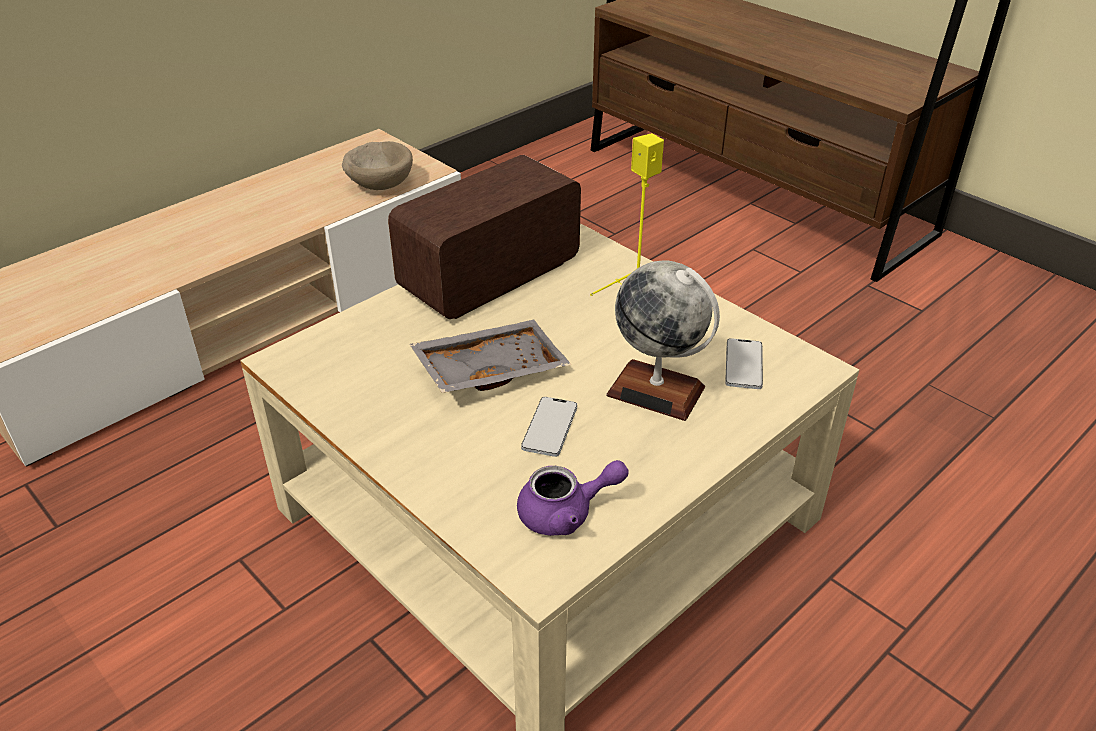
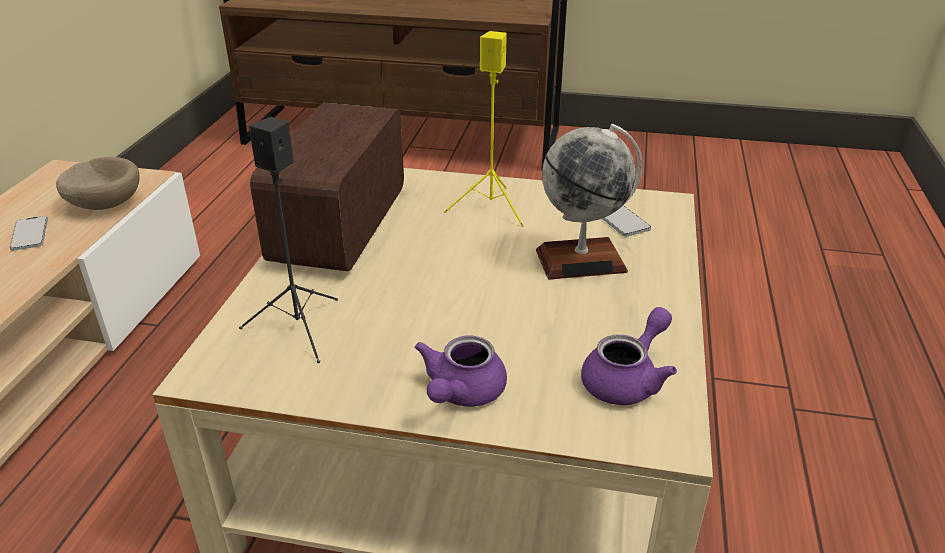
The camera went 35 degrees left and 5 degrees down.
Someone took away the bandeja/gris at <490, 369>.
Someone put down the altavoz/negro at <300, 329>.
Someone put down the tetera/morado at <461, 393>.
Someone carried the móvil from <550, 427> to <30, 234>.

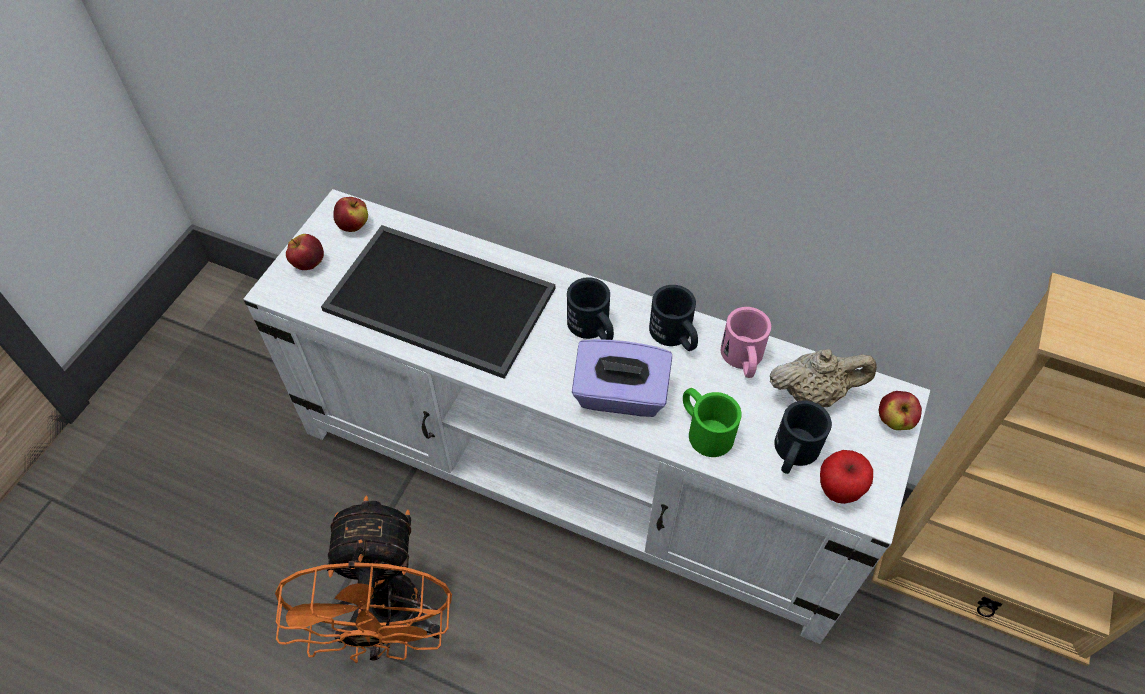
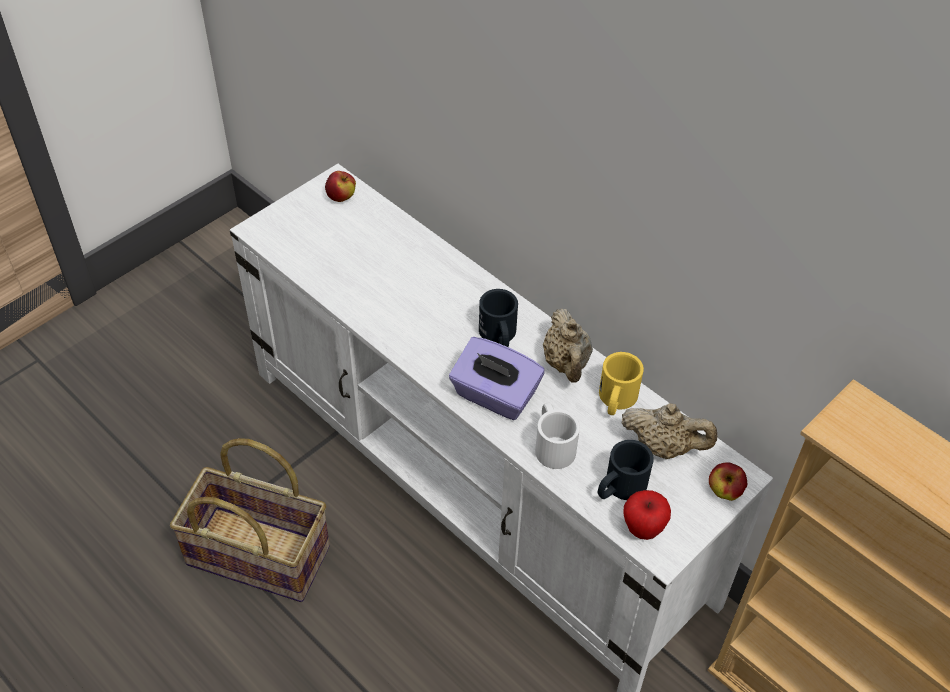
The camera went 20 degrees right and 5 degrees down.
Someone took away the manzana at <309, 263>.
Someone took away the bandeja at <436, 301>.
Someone swapped the ventilador/naranja at <389, 628> for the cesta at <260, 553>.
Someone swapped the taza grande/negro at <675, 336> for the tetera/beis at <566, 364>.
Someone repainted the taza grande/verde at <704, 429>, which became the taza grande/blanco at <552, 444>.
Someone repainted the taza grande/rosa at <743, 359>, which became the taza grande/amarillo at <616, 401>.

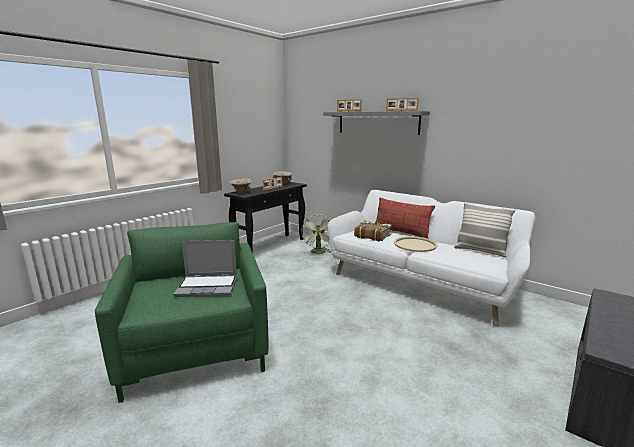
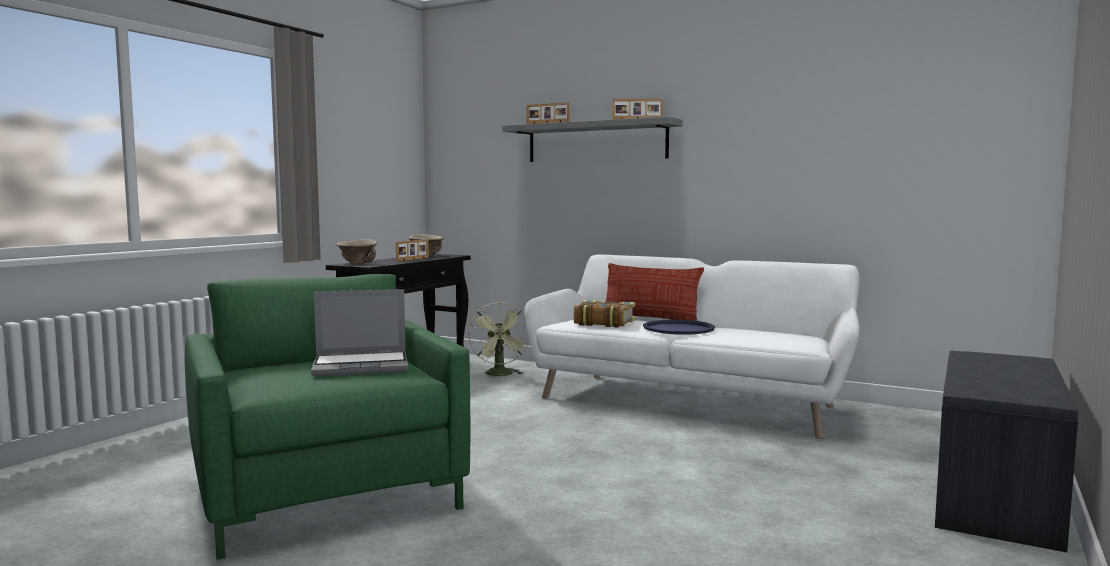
The camera went 10 degrees left and 10 degrees down.
Someone took away the cojín at <480, 251>.
Someone repainted the bandeja/beis at <415, 244>, which became the bandeja/azul at <678, 328>.

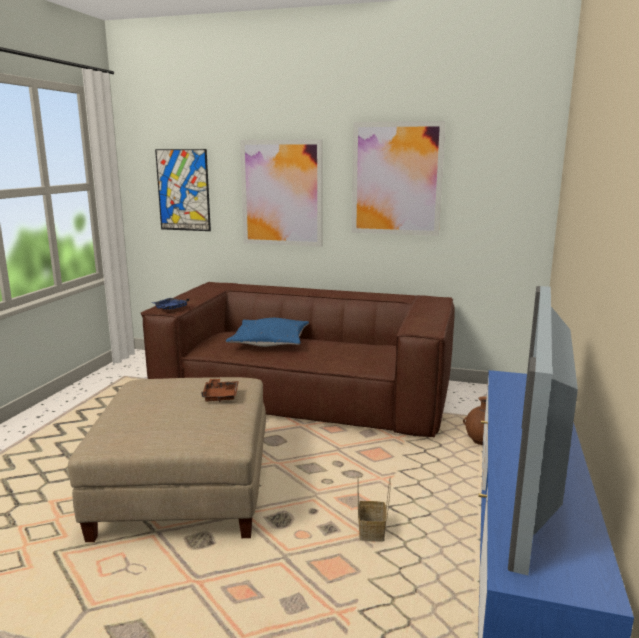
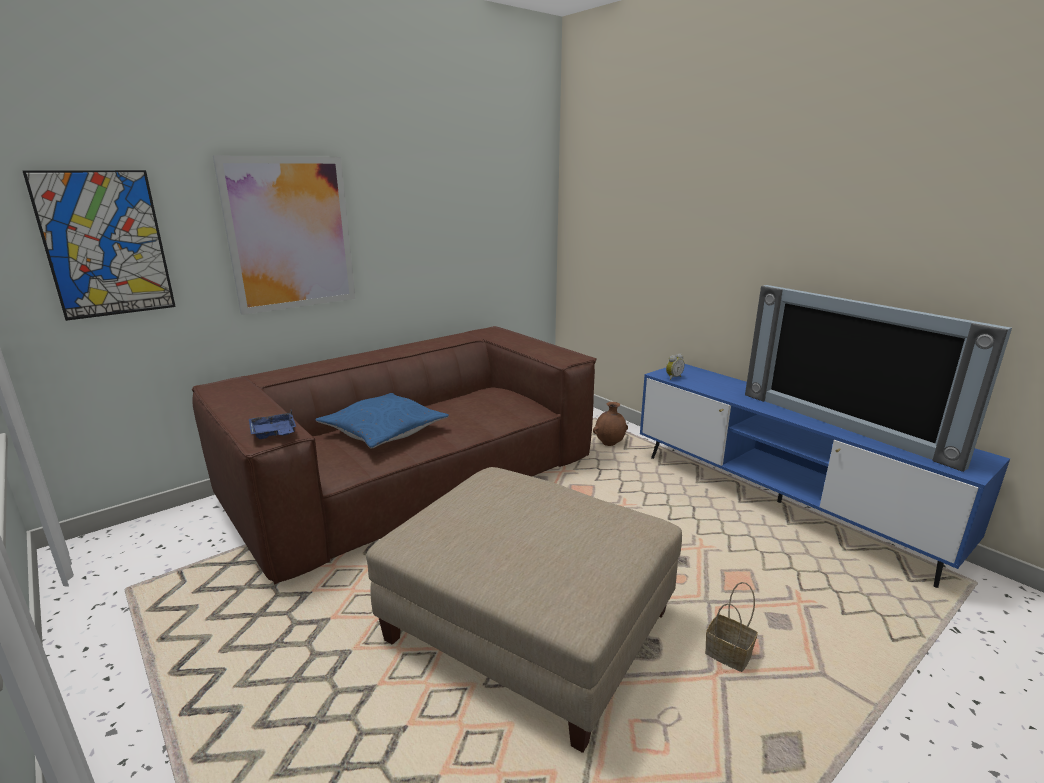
The camera went 55 degrees left and 5 degrees up.
Someone took away the bandeja/marrón at <220, 396>.
Someone took away the cuadro at <396, 179>.
Someone put down the despertador at <673, 377>.
Someone carried the cesta from <372, 533> to <729, 655>.

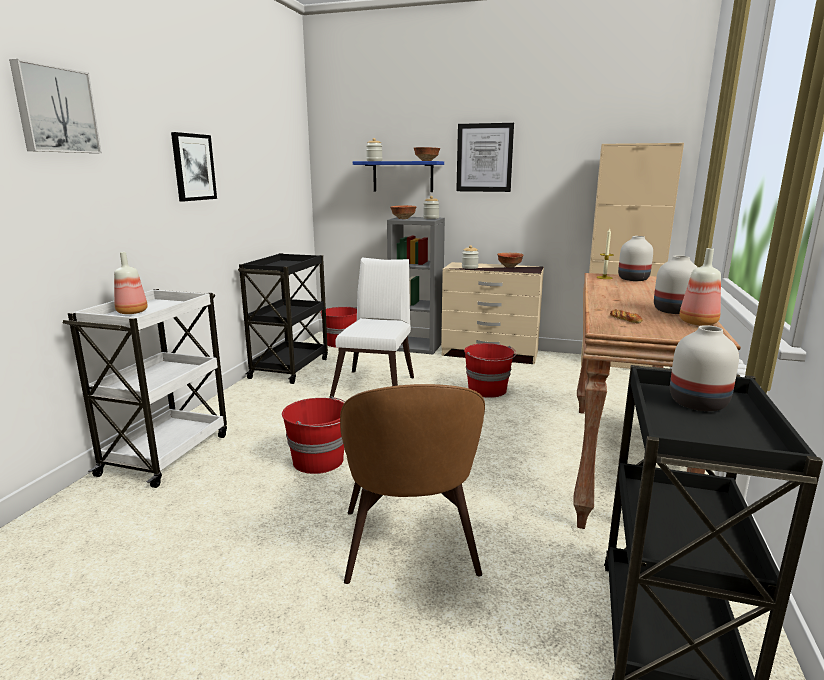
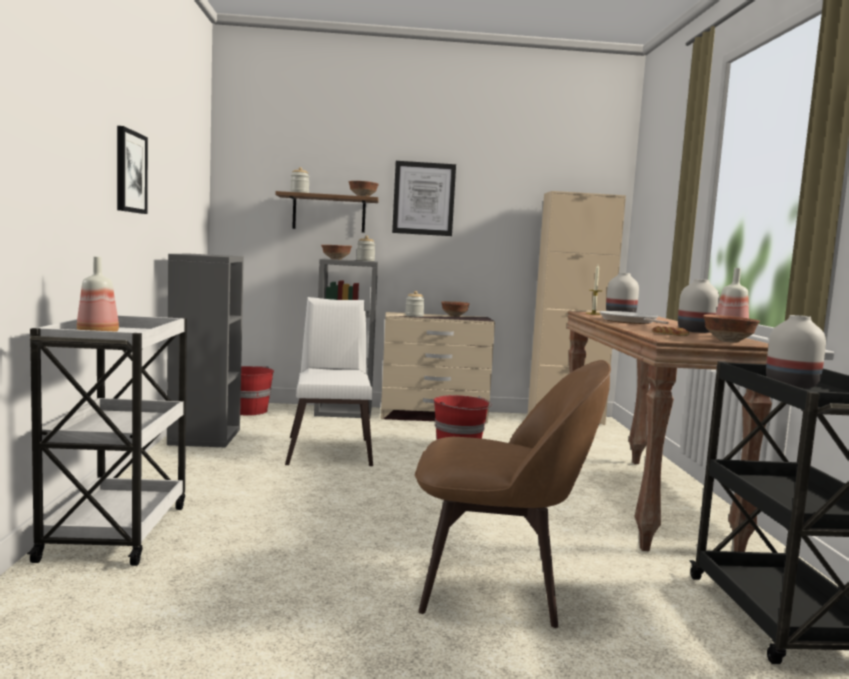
The camera went 20 degrees left and 10 degrees down.
Someone took away the cuadro at <55, 110>.
Someone took away the cubo/rojo at <319, 460>.
Someone put down the sartén at <630, 322>.
Someone put down the cuenco at <728, 341>.
Someone swapped the carrito/negro at <290, 367> for the estantería/gris at <204, 437>.
Someone repainted the estante/azul at <403, 176>, which became the estante/marrón at <329, 213>.
Someone rotated the silla/marrón at <409, 546> by 60 degrees counterclockwise.

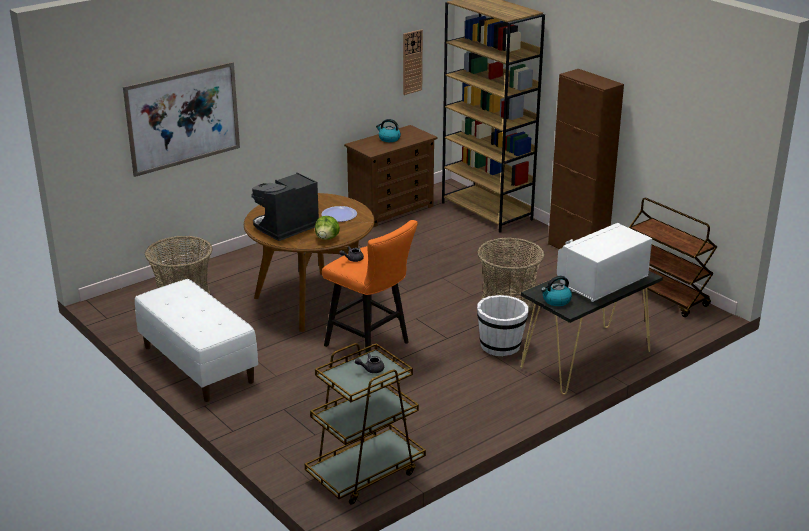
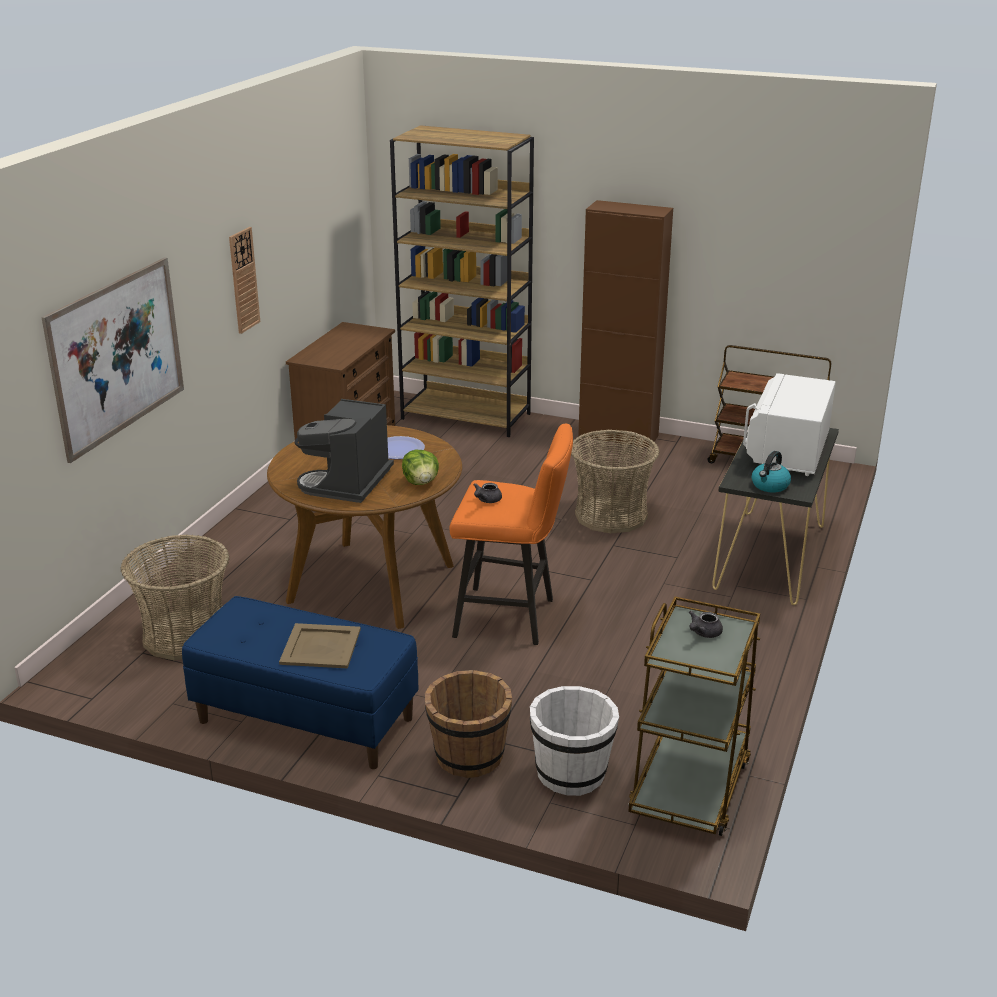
The camera went 30 degrees left and 0 degrees up.
Someone took away the hervidor at <389, 139>.
Someone put down the bandeja/beis at <320, 647>.
Someone put down the cubo/marrón at <469, 757>.
Someone carried the reloj de pared from <412, 62> to <243, 280>.
Someone carried the cubo/blanco from <501, 346> to <572, 773>.
Someone repainted the banco/blanco at <197, 364>, which became the banco/azul at <304, 720>.

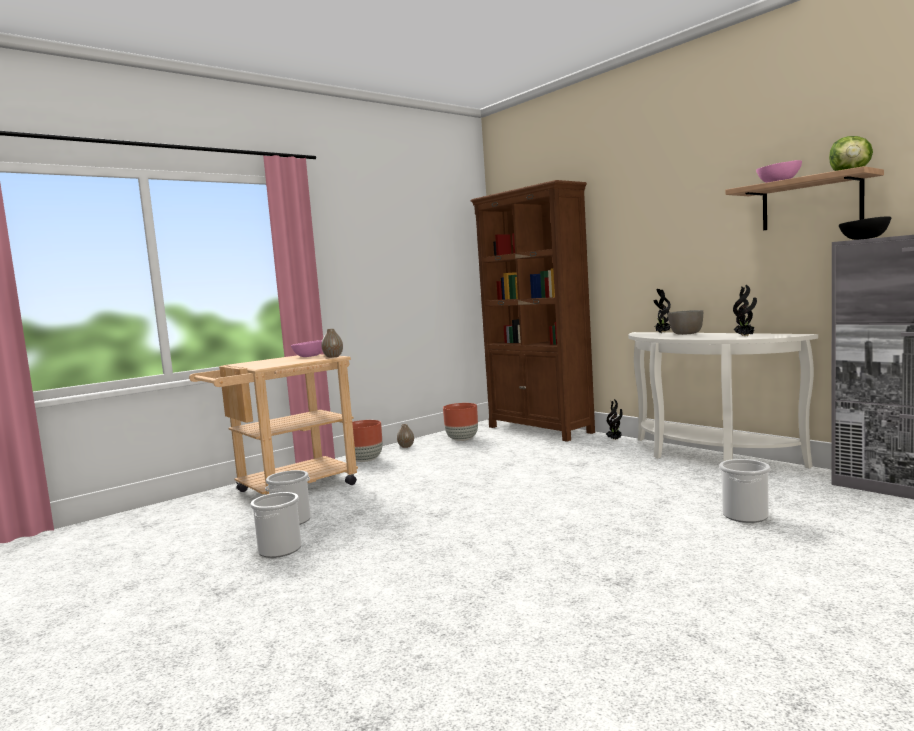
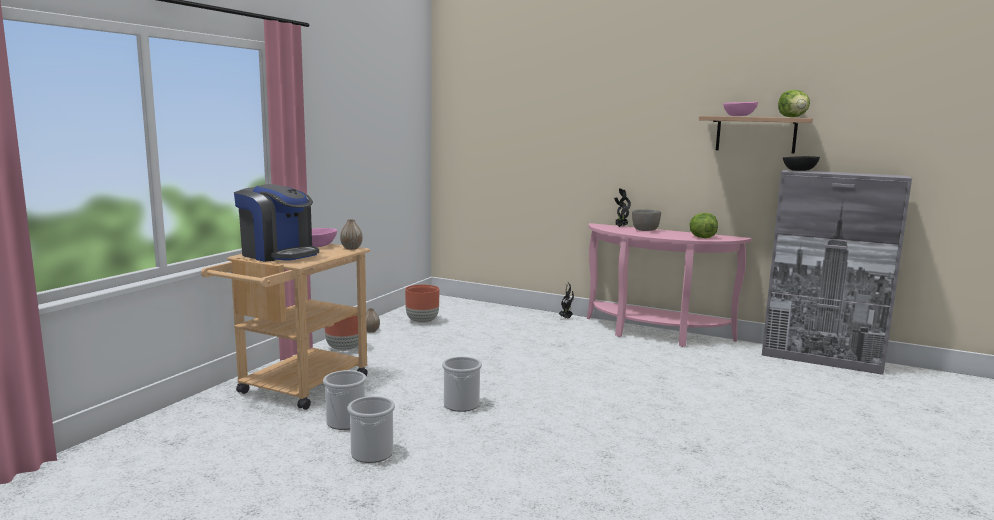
The camera went 25 degrees left and 5 degrees up.
Someone took away the estantería/marrón at <540, 430>.
Someone put down the cafetera at <278, 254>.
Someone carried the cubo from <745, 515> to <461, 405>.
Someone swapped the planta en maceta at <745, 336> for the lechuga at <702, 237>.
Someone repainted the mesa consola/blanco at <704, 457>, which became the mesa consola/rosa at <654, 334>.

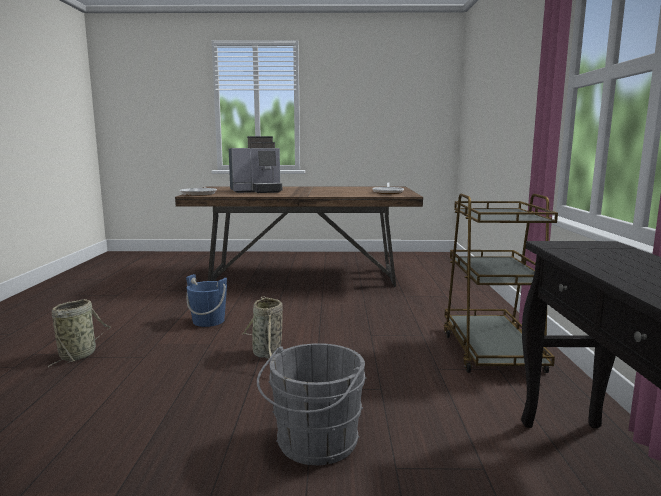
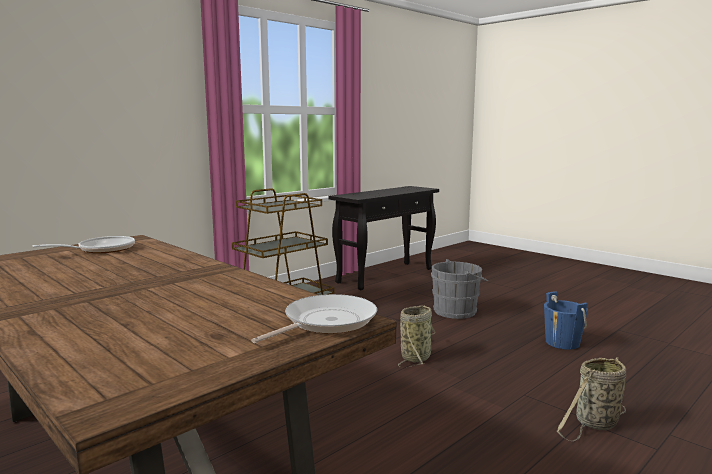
The camera went 135 degrees left and 0 degrees up.
Someone took away the cafetera at <257, 191>.
Someone carried the cubo/azul from <208, 321> to <562, 343>.

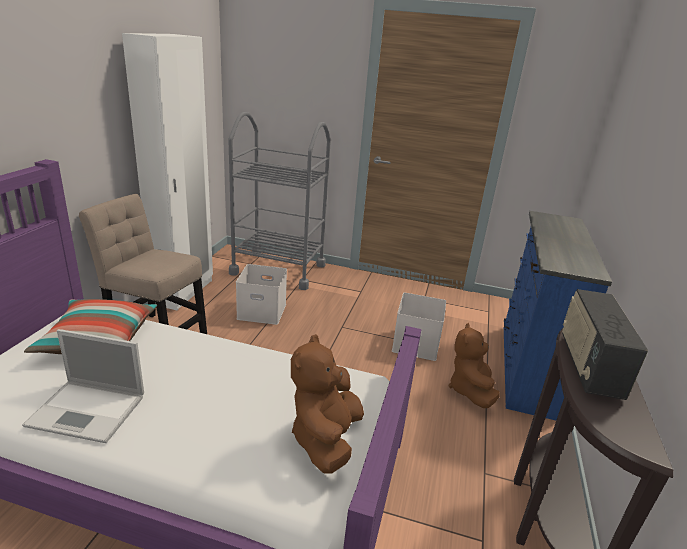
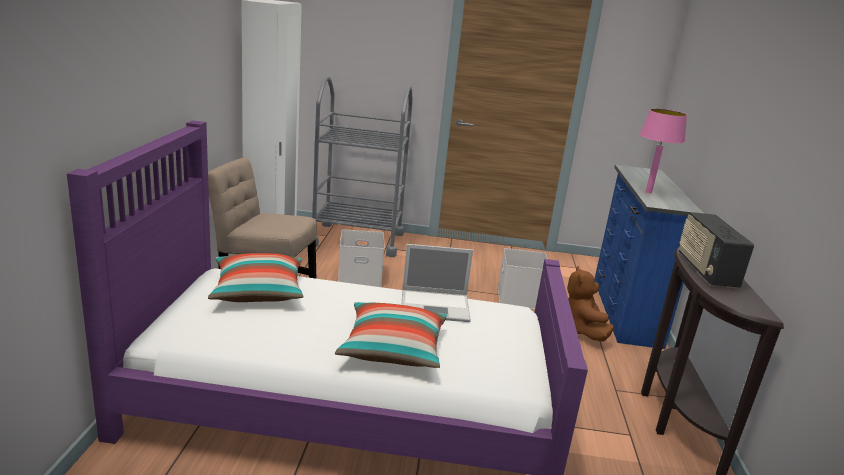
The camera went 10 degrees left and 5 degrees down.
Someone took away the peluche/marrón at <325, 439>.
Someone put down the cojín at <393, 349>.
Someone put down the lámpara de mesa/rosa at <648, 192>.
Someone carried the portátil from <89, 411> to <436, 306>.

